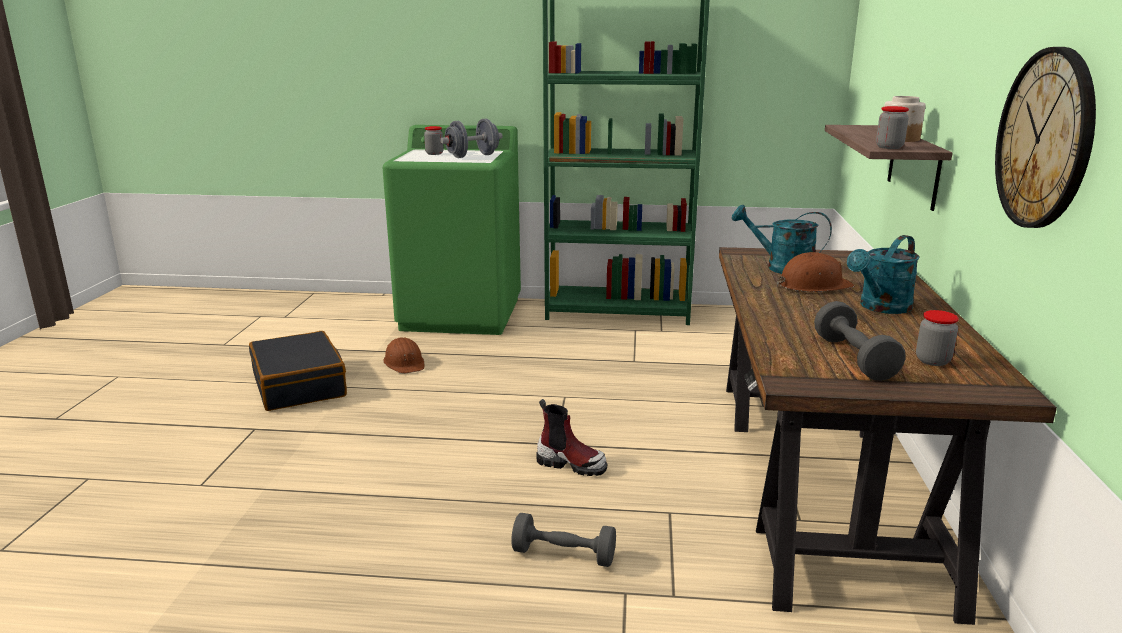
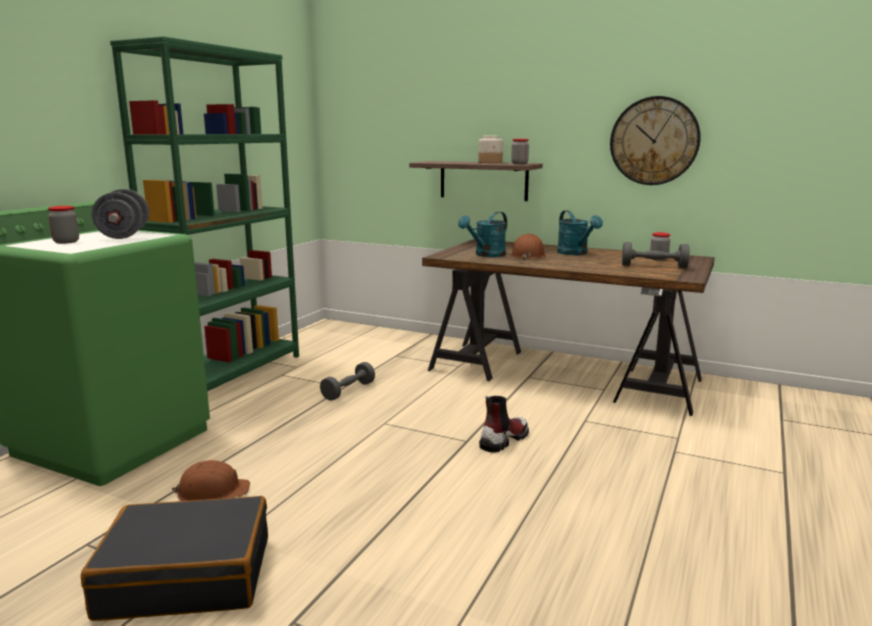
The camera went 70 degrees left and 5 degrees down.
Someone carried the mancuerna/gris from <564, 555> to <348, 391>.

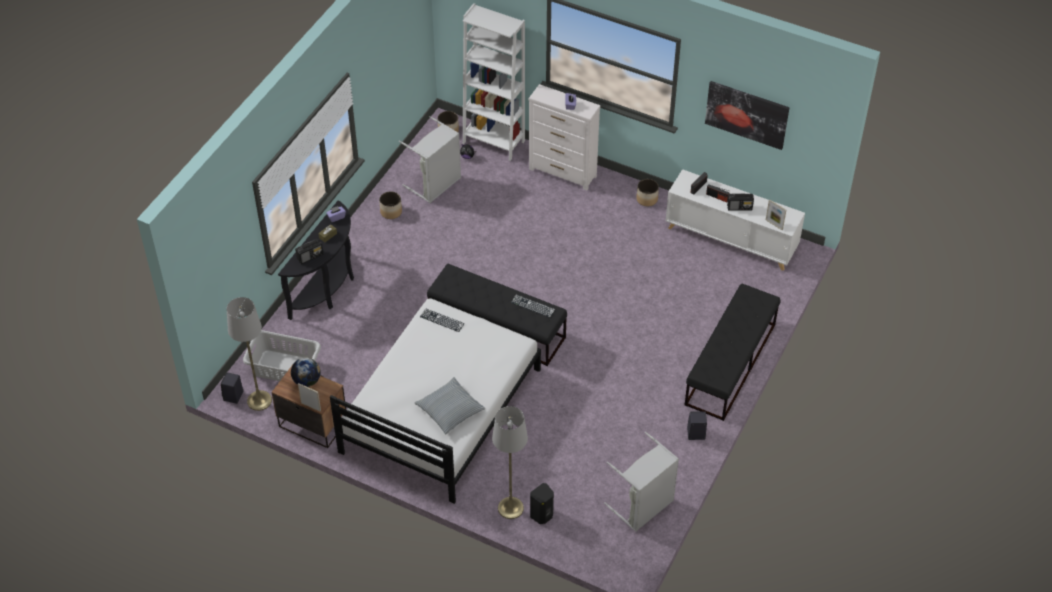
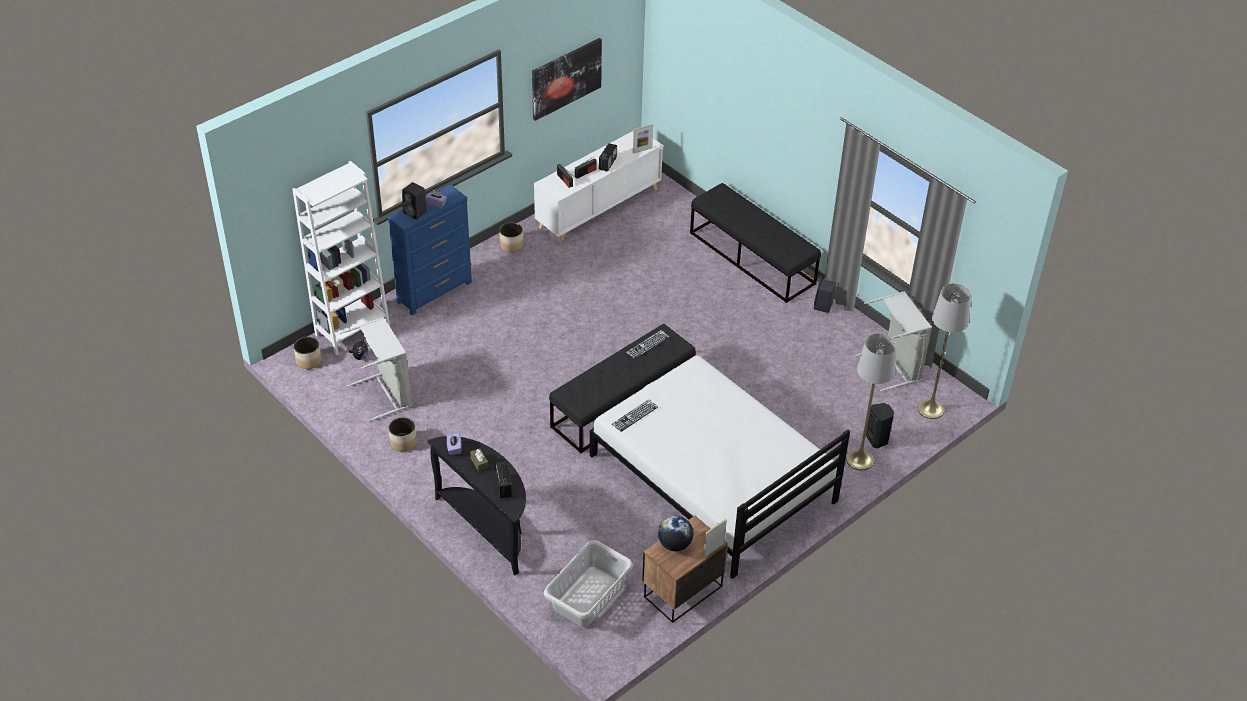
The camera went 70 degrees left and 5 degrees down.
Someone took away the cojín at <450, 410>.
Someone carried the altavoz/negro from <233, 396> to <416, 212>.
Someone carried the lámpara de pie/gris from <259, 400> to <930, 409>.
Someone repainted the cómoda/blanco at <563, 173>, which became the cómoda/azul at <435, 292>.

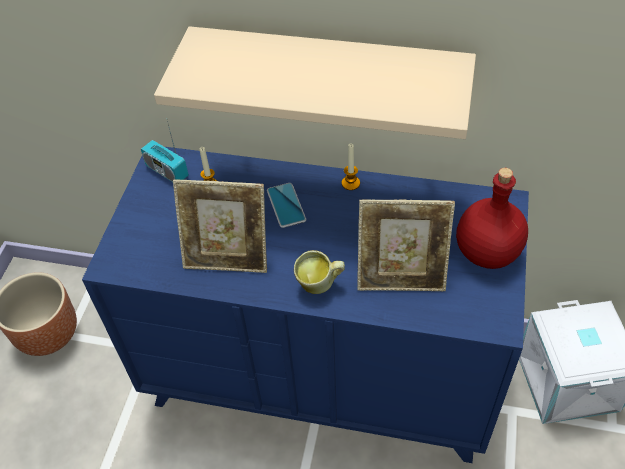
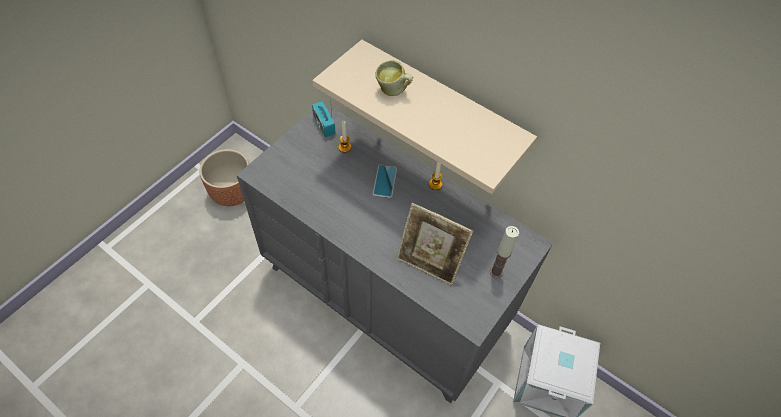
The camera went 20 degrees right and 5 degrees up.
Someone took away the portarretratos at <228, 257>.
Someone carried the taza grande from <320, 285> to <393, 91>.
Someone swapped the botella/rojo at <486, 252> for the vela at <496, 272>.
Someone repainted the cómoda/azul at <322, 374>, which became the cómoda/gris at <385, 298>.

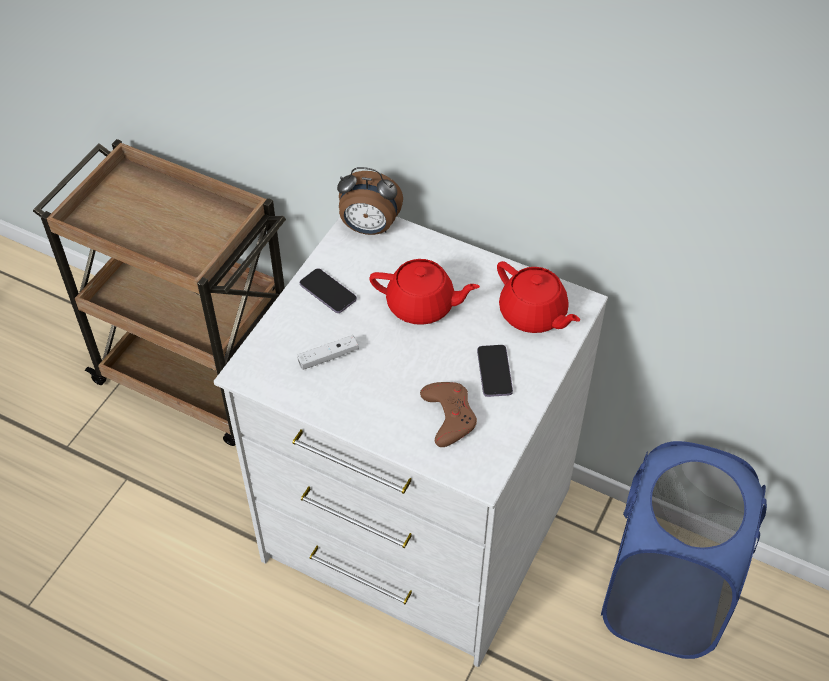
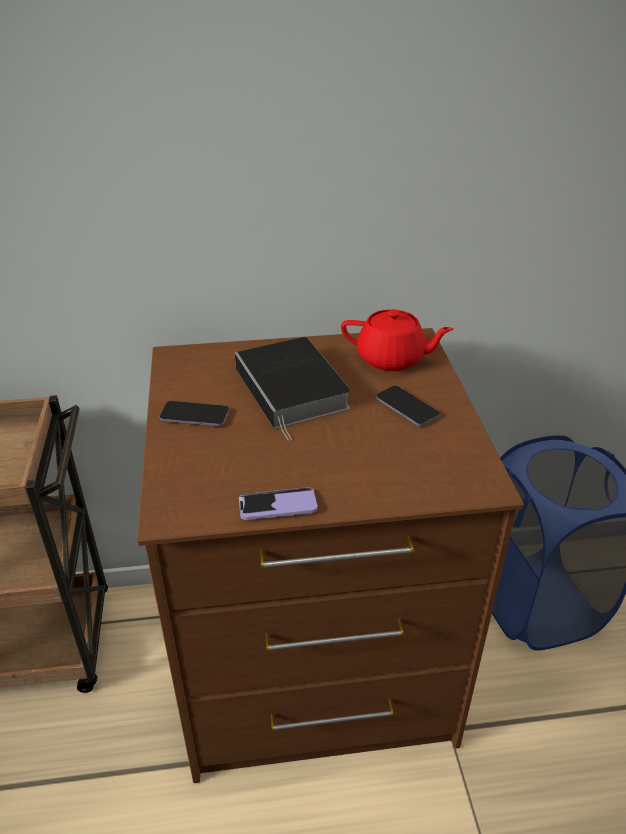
The camera went 35 degrees left and 15 degrees down.
Someone took away the mando de consola/blanco at <328, 357>.
Someone took away the despertador at <369, 228>.
Someone took away the mando de consola/marrón at <449, 416>.
Someone put down the móvil at <277, 505>.
Someone swapped the tetera/rojo at <422, 305> for the libro at <293, 390>.
Someone repainted the cómoda/blanco at <415, 528>, which became the cómoda/marrón at <313, 664>.

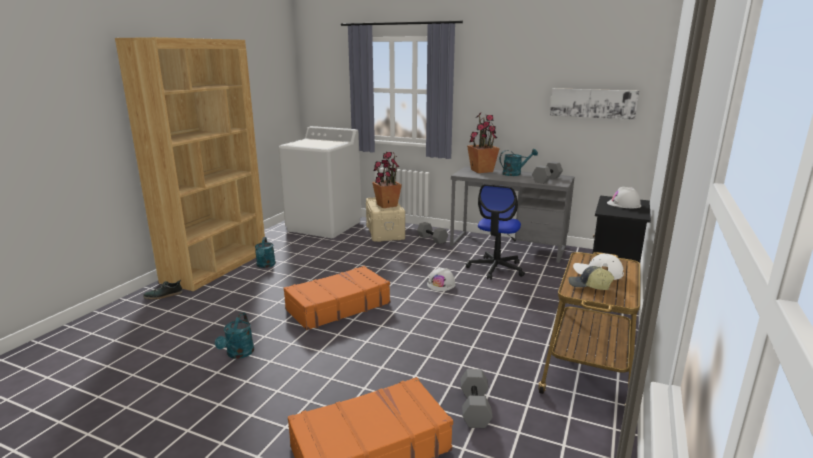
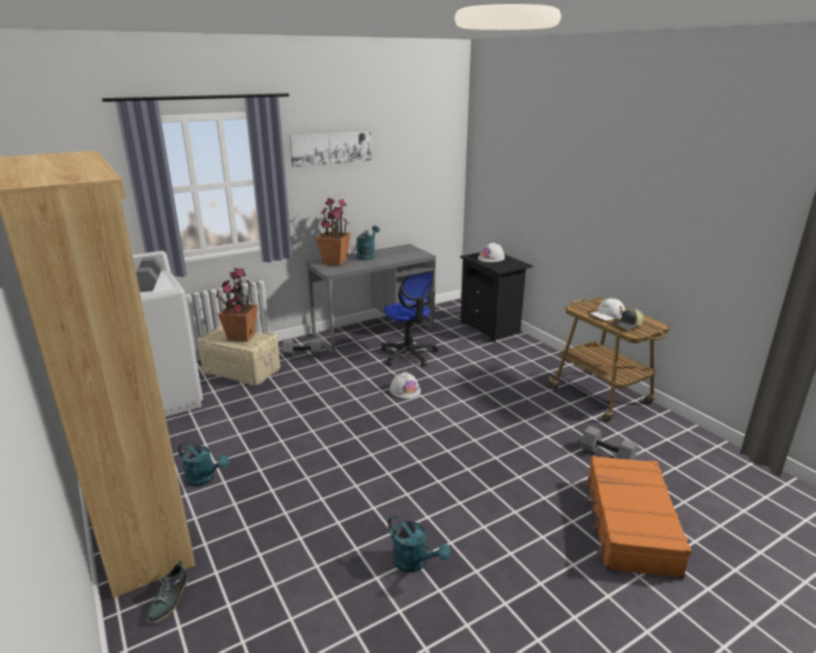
The camera went 55 degrees left and 5 degrees up.
Someone took away the maleta/naranja at <337, 306>.
Someone carried the mancuerna/gris from <546, 179> to <148, 283>.
Someone carried the cuadro from <593, 103> to <331, 148>.

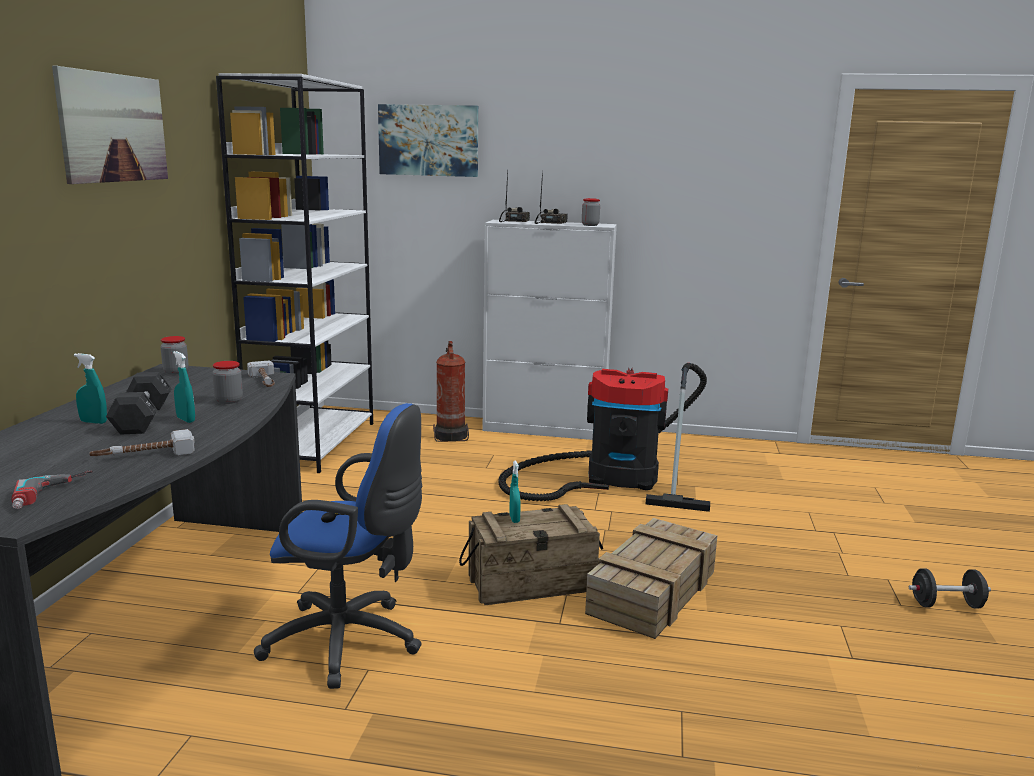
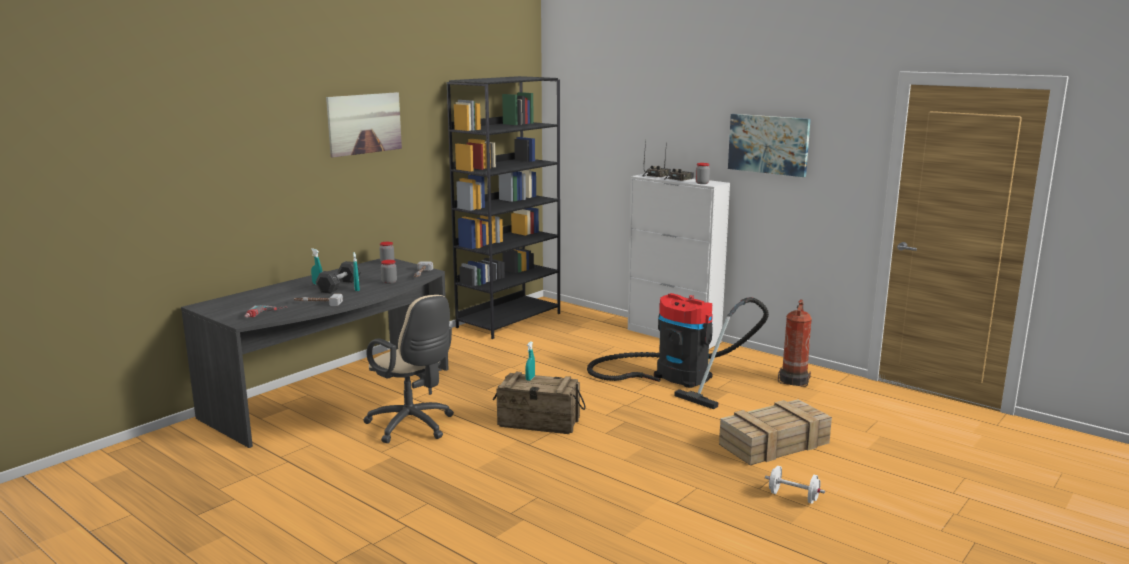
The camera went 30 degrees right and 0 degrees up.
Someone carried the cuadro from <428, 140> to <768, 144>.
Someone carried the extintor from <451, 436> to <794, 380>.
Someone carried the caja de embalaje from <652, 590> to <775, 443>.
Someone repainted the estantería/blanco at <313, 443>, which became the estantería/negro at <509, 320>.
Someone repainted the silla de oficina/azul at <350, 642>, which became the silla de oficina/beis at <413, 426>.
Someone repainted the mancuerna/negro at <946, 605>, which became the mancuerna/blanco at <793, 497>.

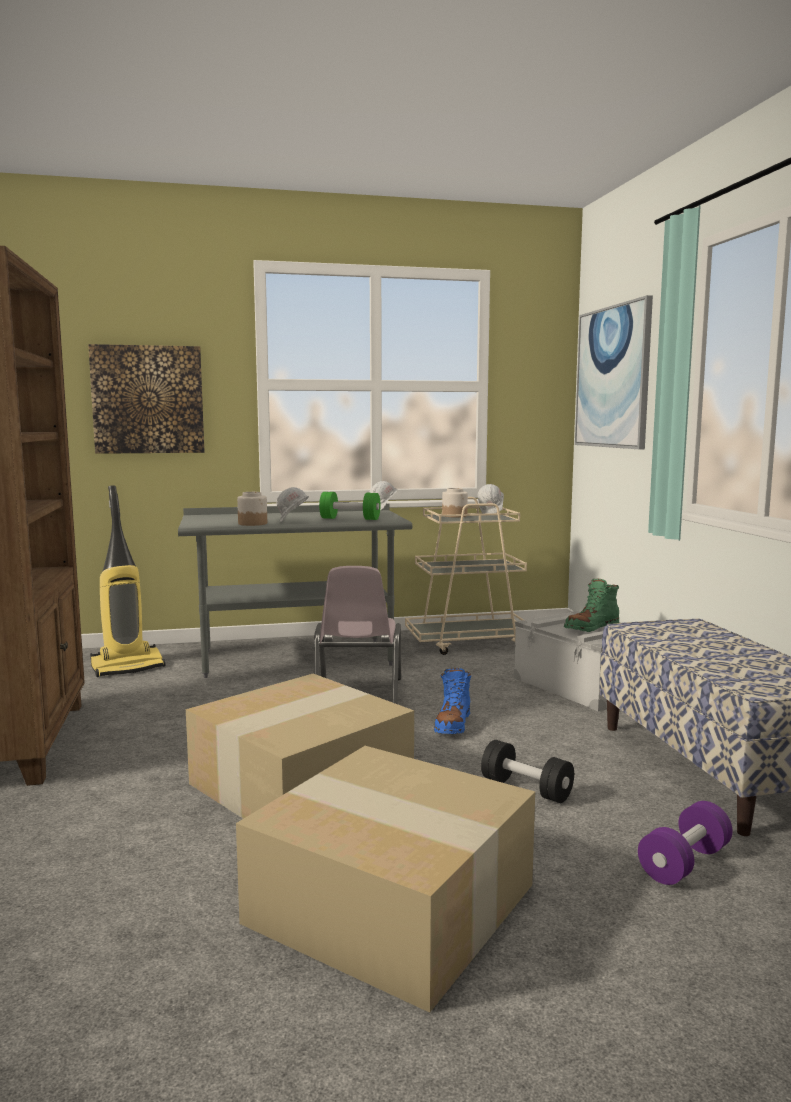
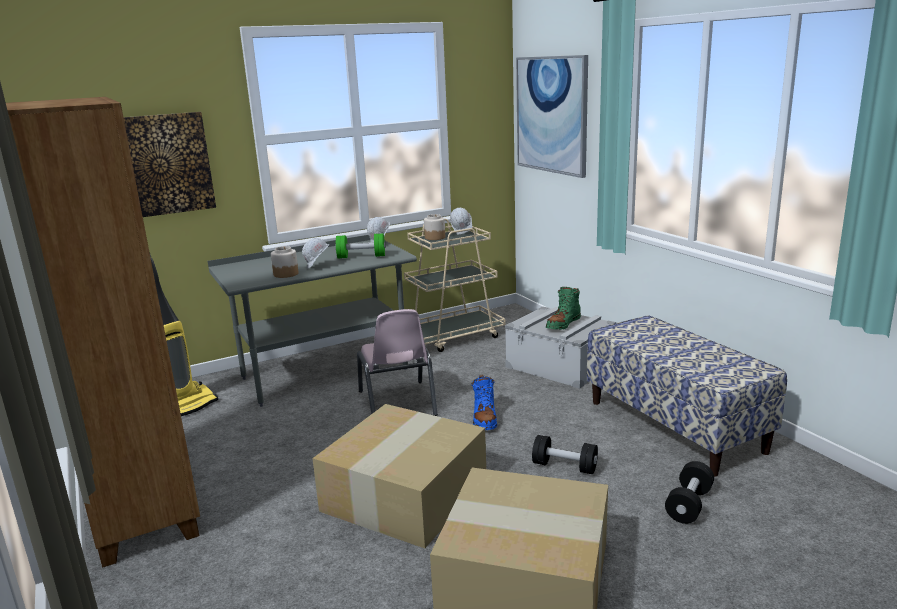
The camera went 15 degrees left and 10 degrees up.
Someone repainted the mancuerna/morado at <684, 863>, which became the mancuerna/negro at <689, 504>.

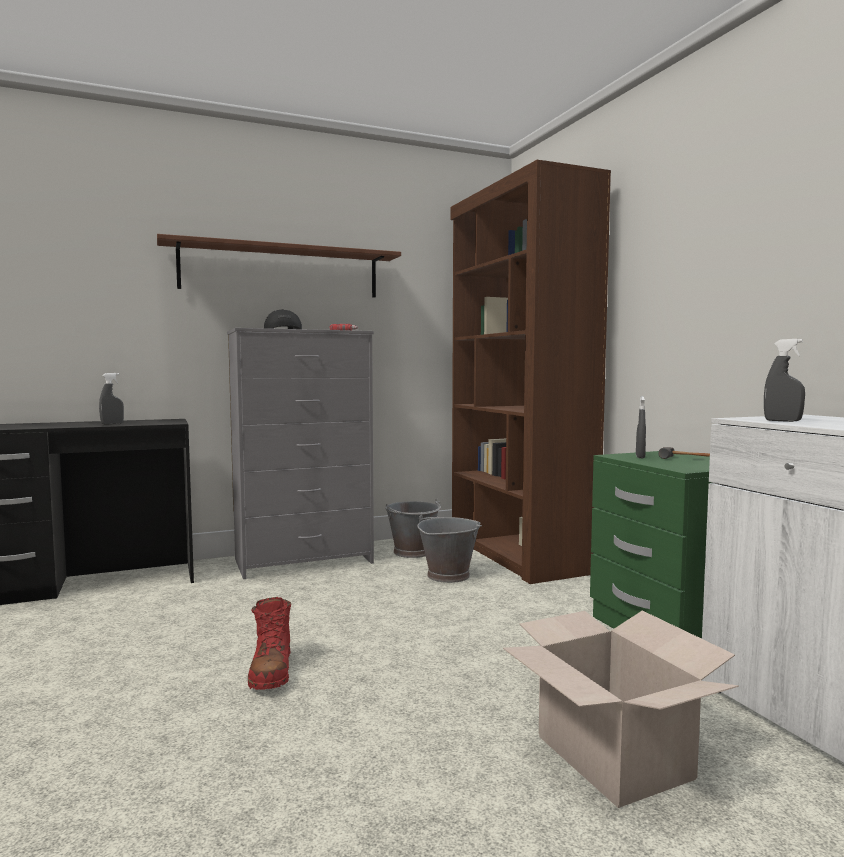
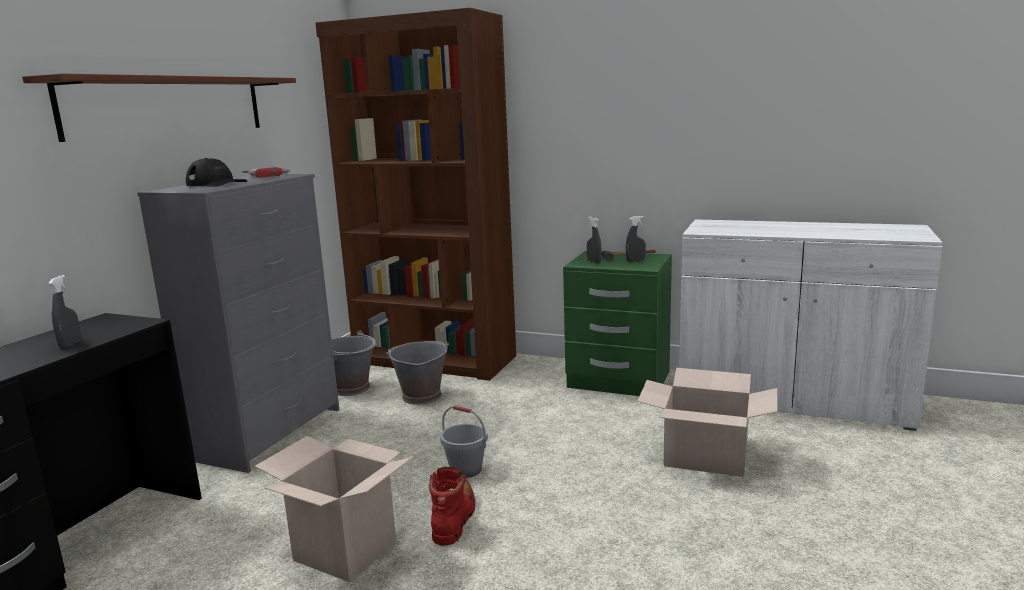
The camera went 45 degrees left and 10 degrees up.
Someone put down the caja de cartón at <345, 551>.
Someone put down the cubo/gris at <466, 469>.
Someone carried the pulverizador/gris from <782, 421> to <635, 261>.
Someone rotated the bota/rojo at <271, 671> by 120 degrees counterclockwise.

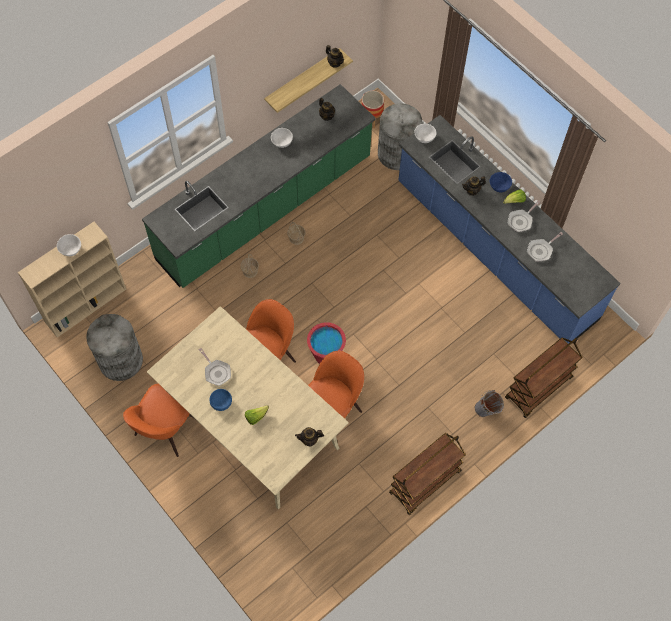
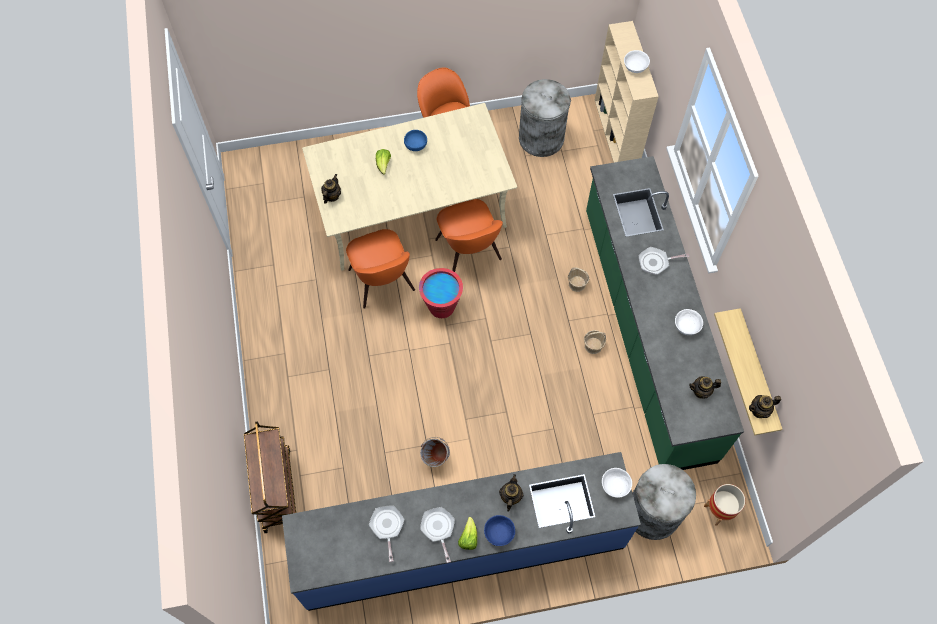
The camera went 120 degrees right and 0 degrees up.
Someone took away the carrito/marrón at <424, 483>.
Someone carried the sartén from <216, 372> to <656, 262>.
Someone carried the cubo/gris from <487, 411> to <436, 459>.

